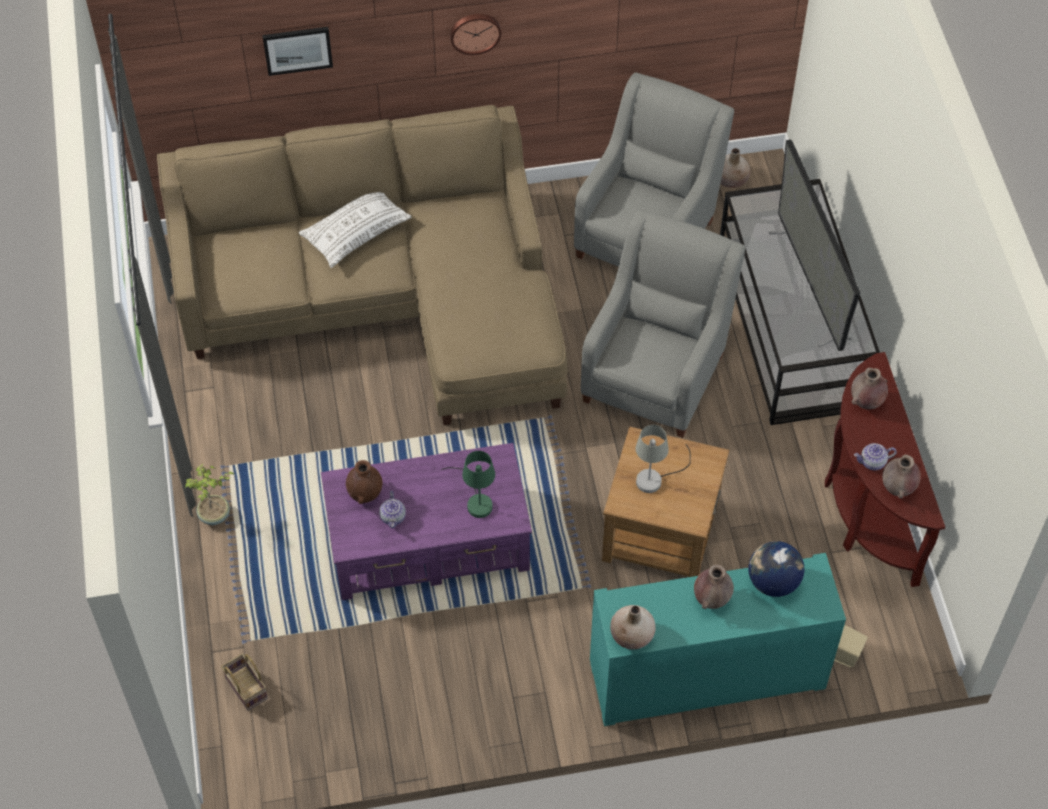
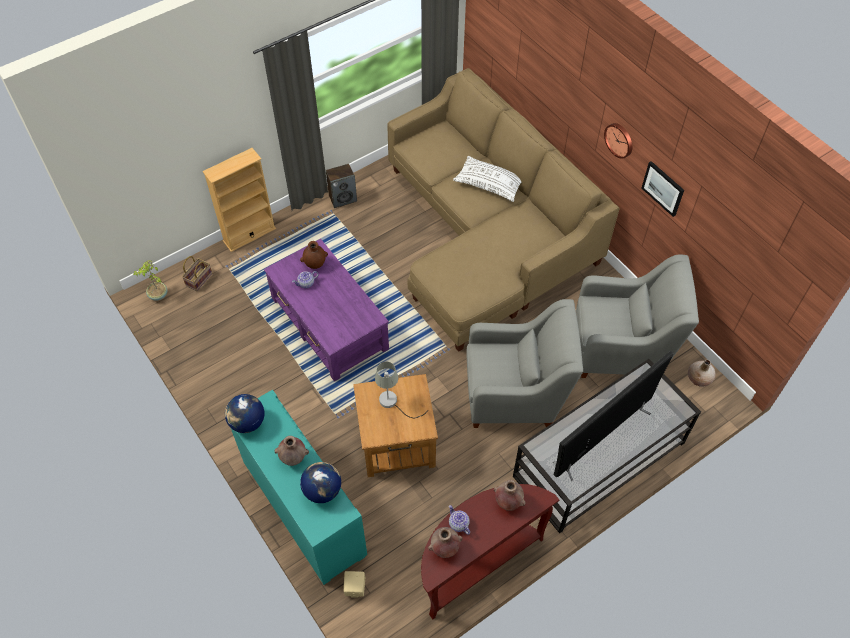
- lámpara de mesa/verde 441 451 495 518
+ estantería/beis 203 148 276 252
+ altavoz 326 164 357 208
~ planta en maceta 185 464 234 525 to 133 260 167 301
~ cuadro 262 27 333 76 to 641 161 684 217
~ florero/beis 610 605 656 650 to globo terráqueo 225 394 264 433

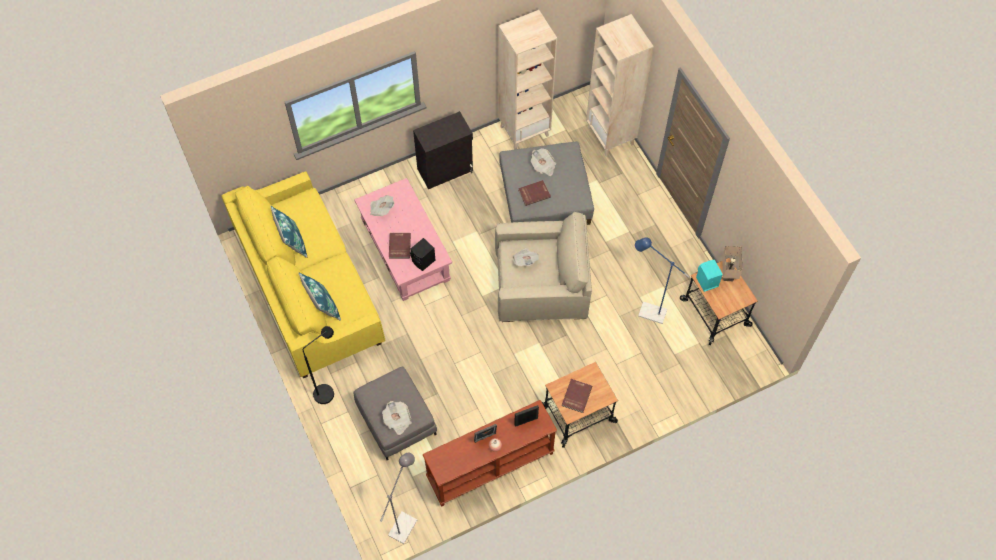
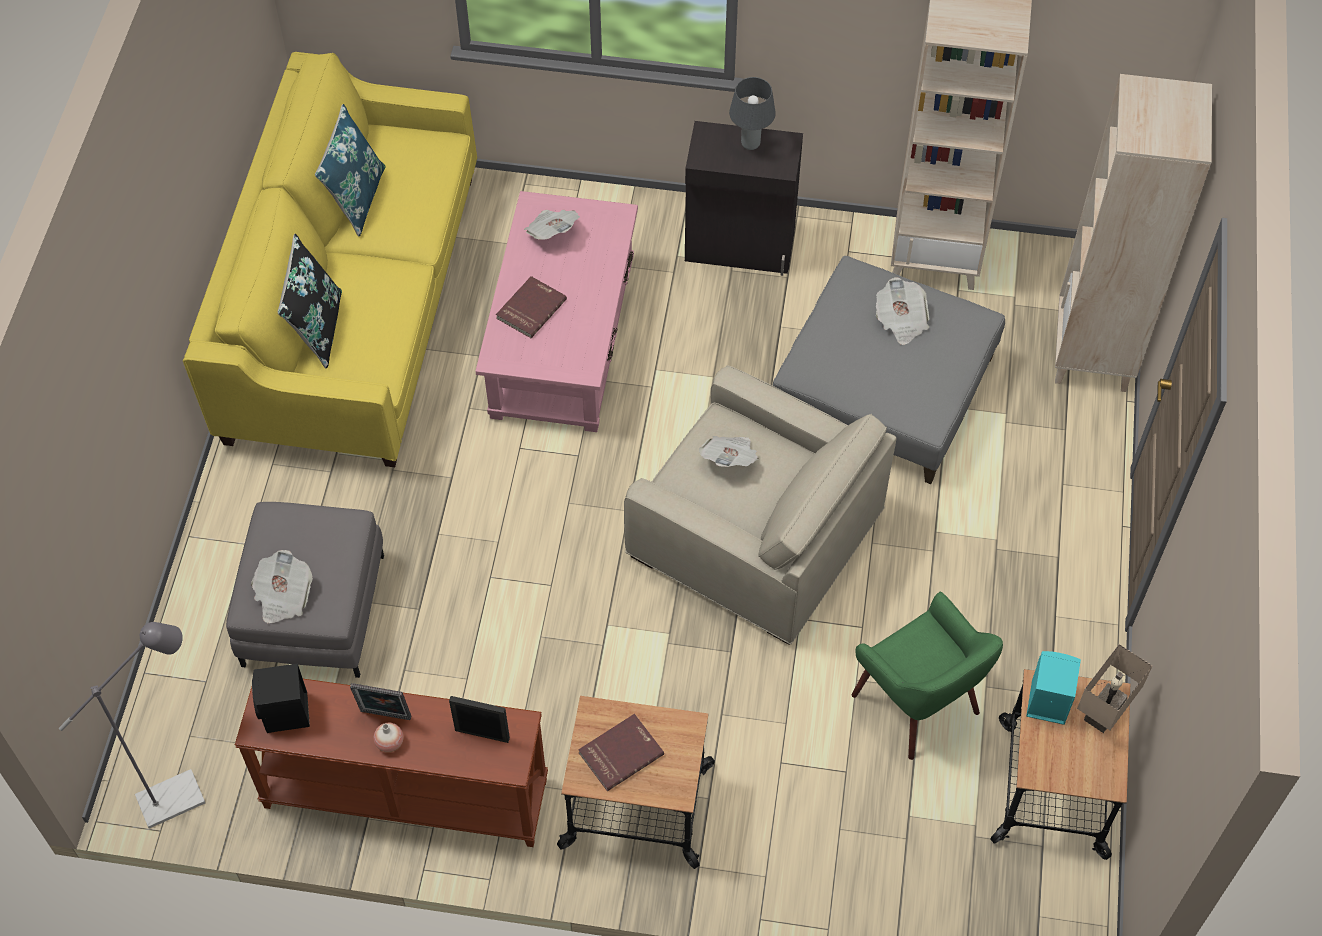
- lámpara de pie/negro 302 326 334 404
- libro/rojo 518 180 551 206
+ lámpara de mesa/gris 729 77 776 150
~ altavoz/negro 410 238 435 271 to 252 663 310 733
~ lámpara de pie/azul 635 238 690 324 to sillón/verde 851 592 1003 760
~ cojín/azul 299 273 341 321 to cojín/negro 278 234 342 368

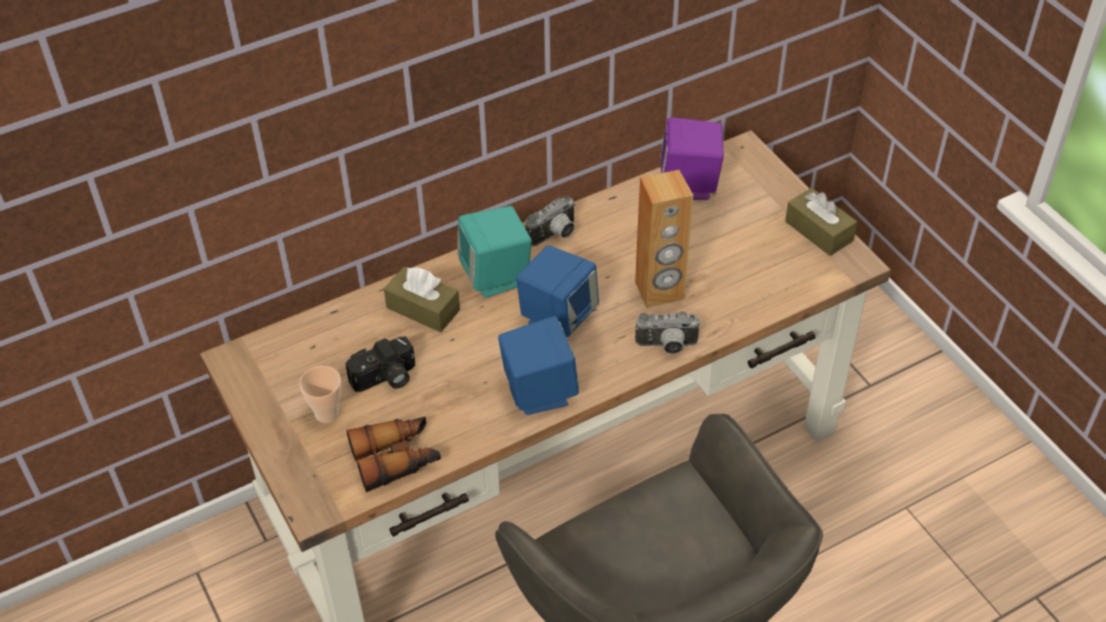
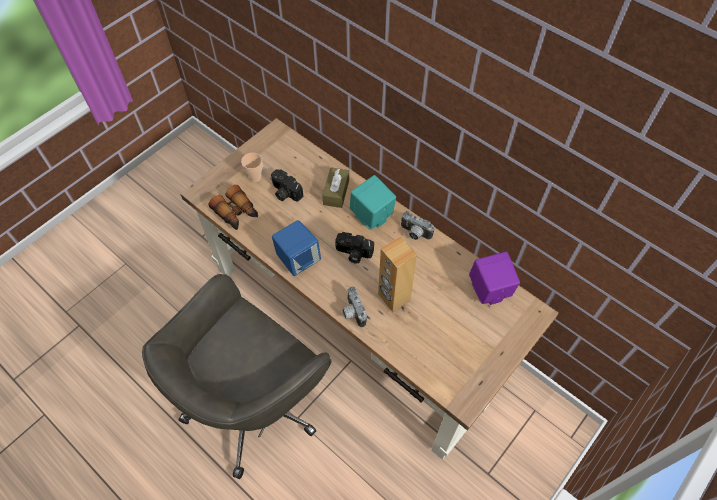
- caja de pañuelos/marrón 785 188 857 256
~ altavoz/azul 516 245 599 337 to cámara 335 232 374 264

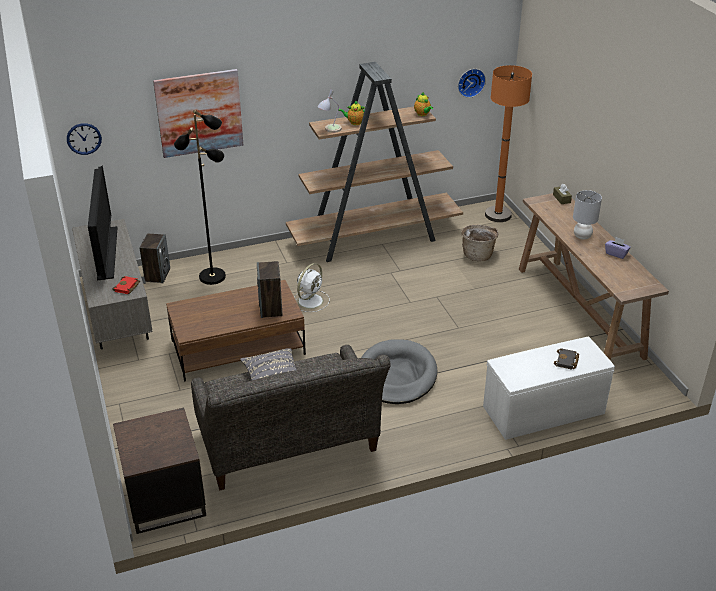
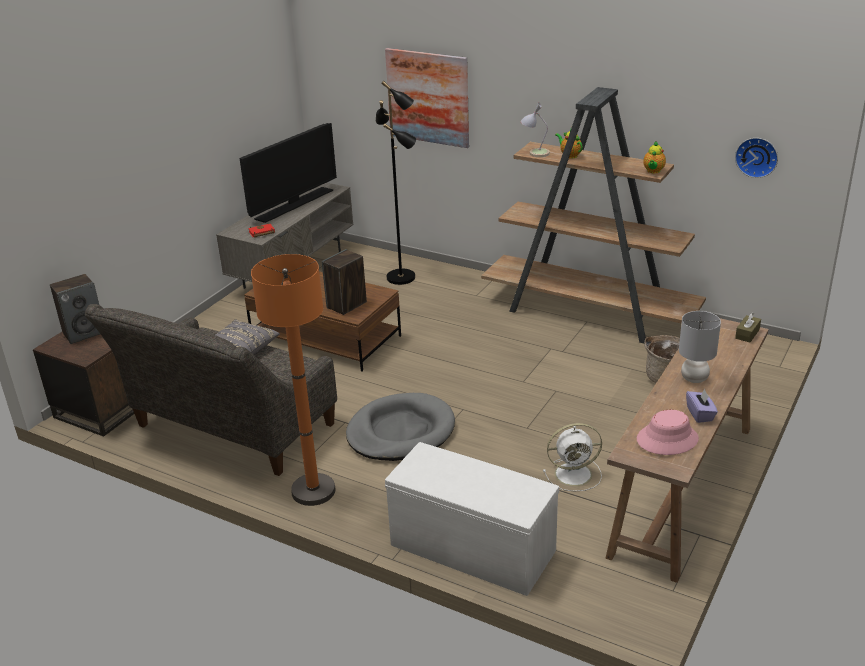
- reloj de pared 67 123 102 155
- libro/negro 554 348 579 370
+ sombrero/rosa 637 410 699 455
~ altavoz 139 234 170 283 to 50 274 100 344
~ ventilador/blanco 294 263 330 312 to 543 423 602 492
~ lámpara de pie/naranja 485 65 532 222 to 251 254 336 506

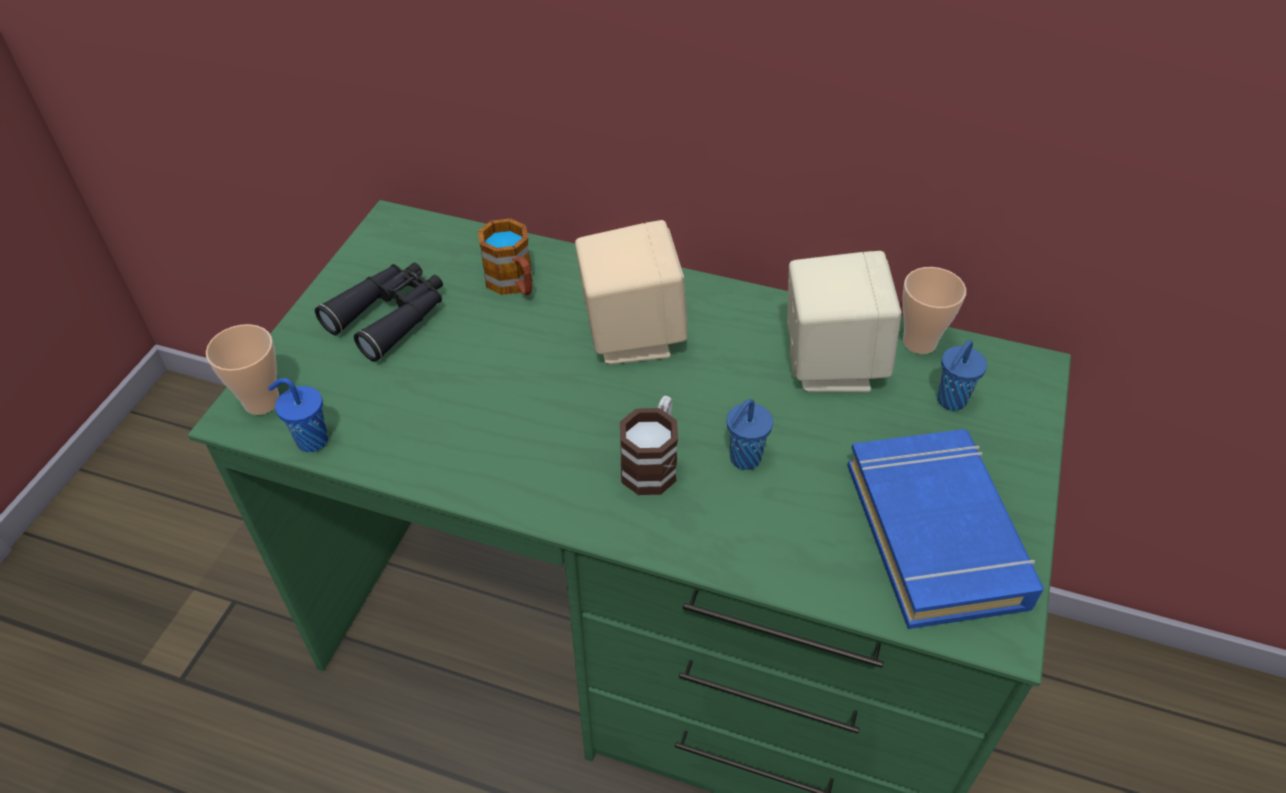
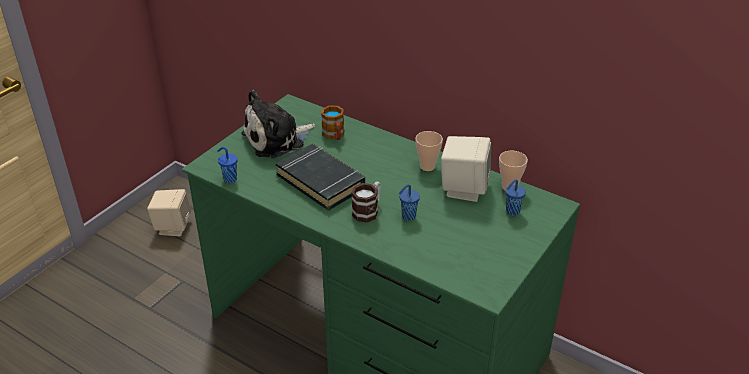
- libro/azul 847 429 1044 629
+ libro/negro 276 144 365 211
~ taza 206 324 279 415 to 415 131 443 171
~ altavoz/beis 575 220 688 364 to 147 189 192 237
~ prismáticos/negro 315 262 443 362 to peluche 241 90 315 158

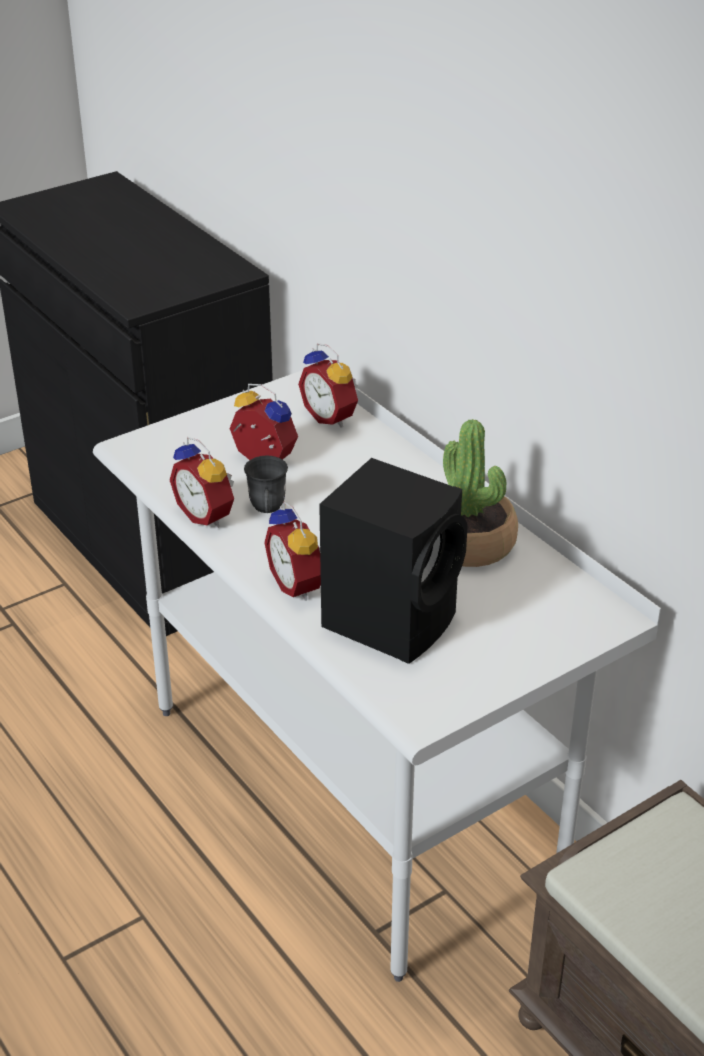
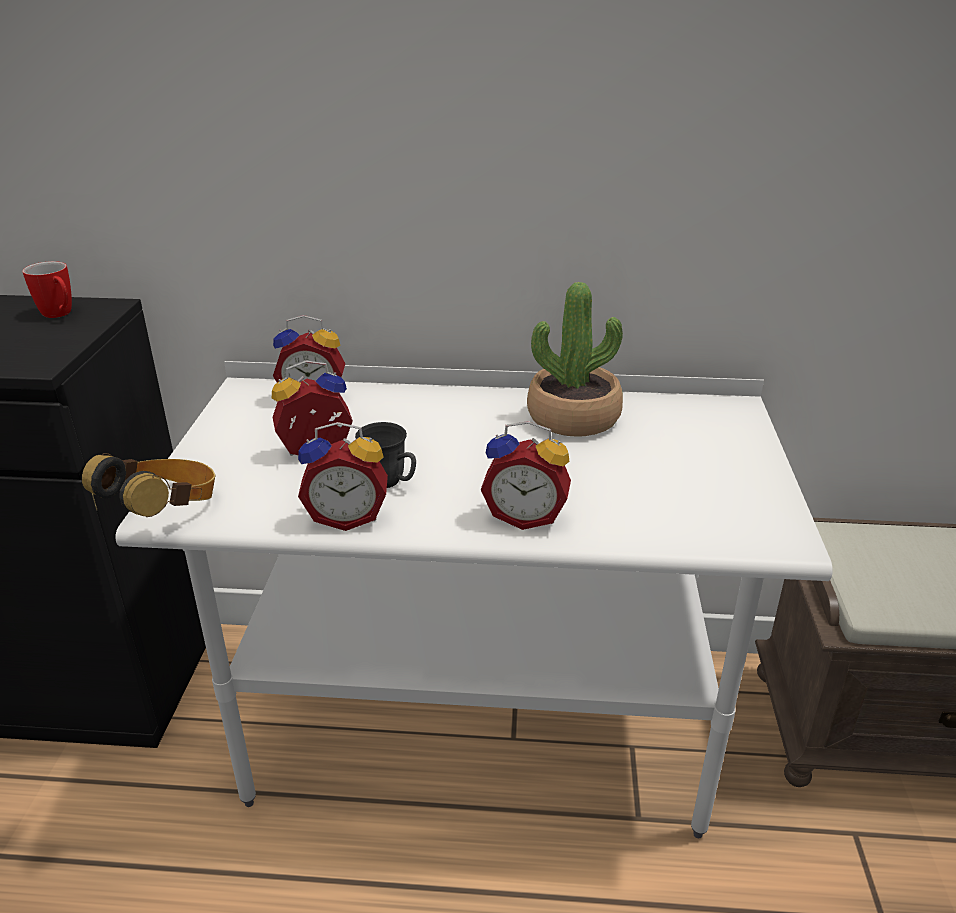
- altavoz/negro 319 458 468 664
+ taza grande 22 261 72 318
+ auriculares 82 453 215 517

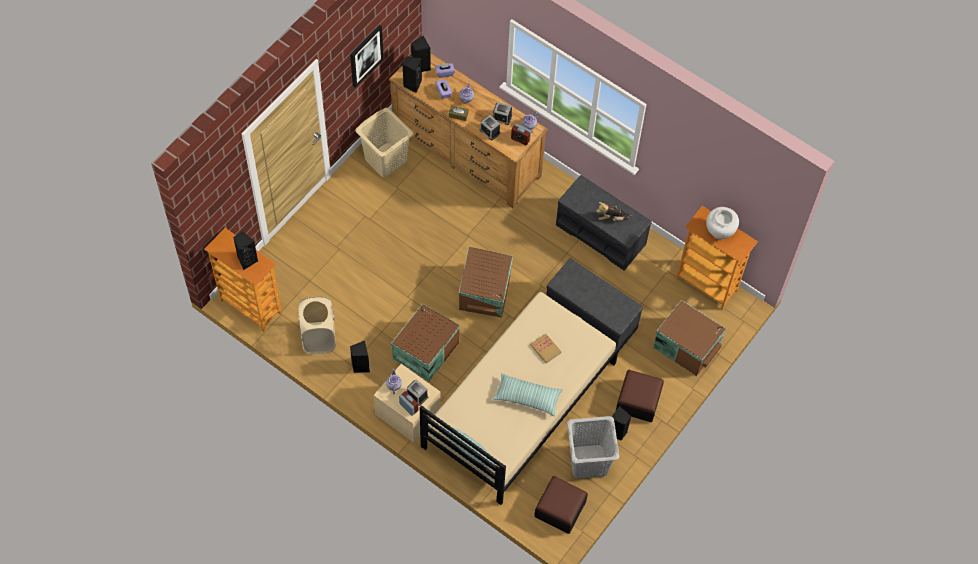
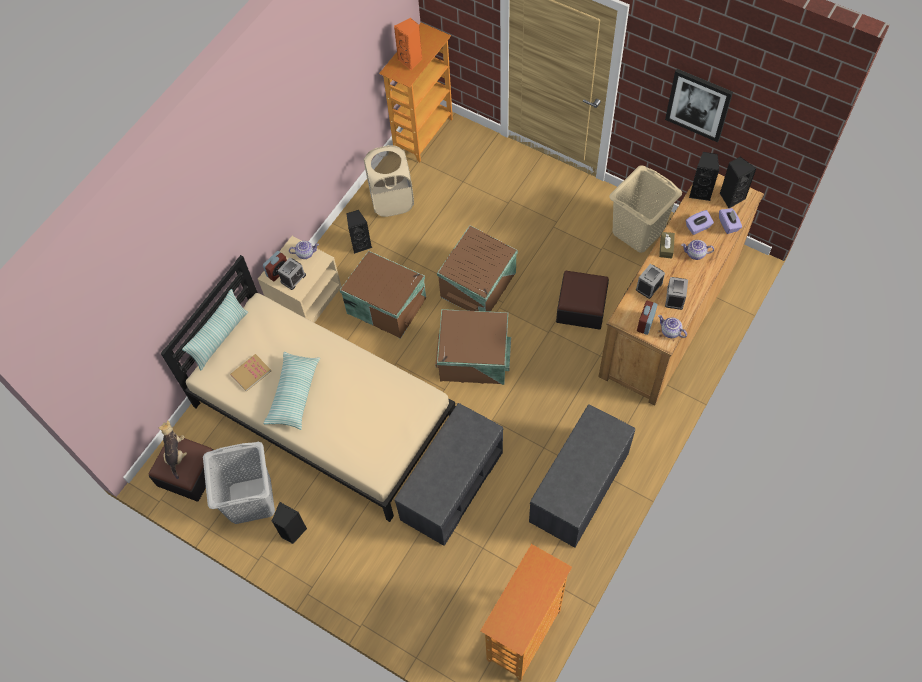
- florero/blanco 706 207 739 239
~ libro 530 333 562 364 to 230 354 271 392
~ peluche 596 202 633 221 to 158 420 187 479
~ puf 616 370 664 422 to 556 271 609 330
~ caja de almacenaje/marrón 653 300 726 376 to 437 225 518 312
~ altavoz/negro 233 232 258 270 to altavoz/naranja 394 18 422 70

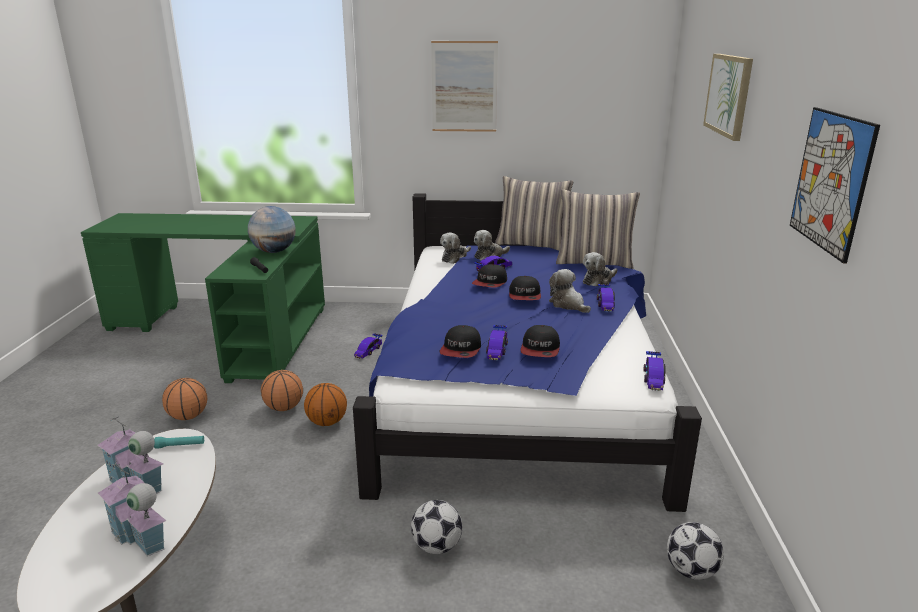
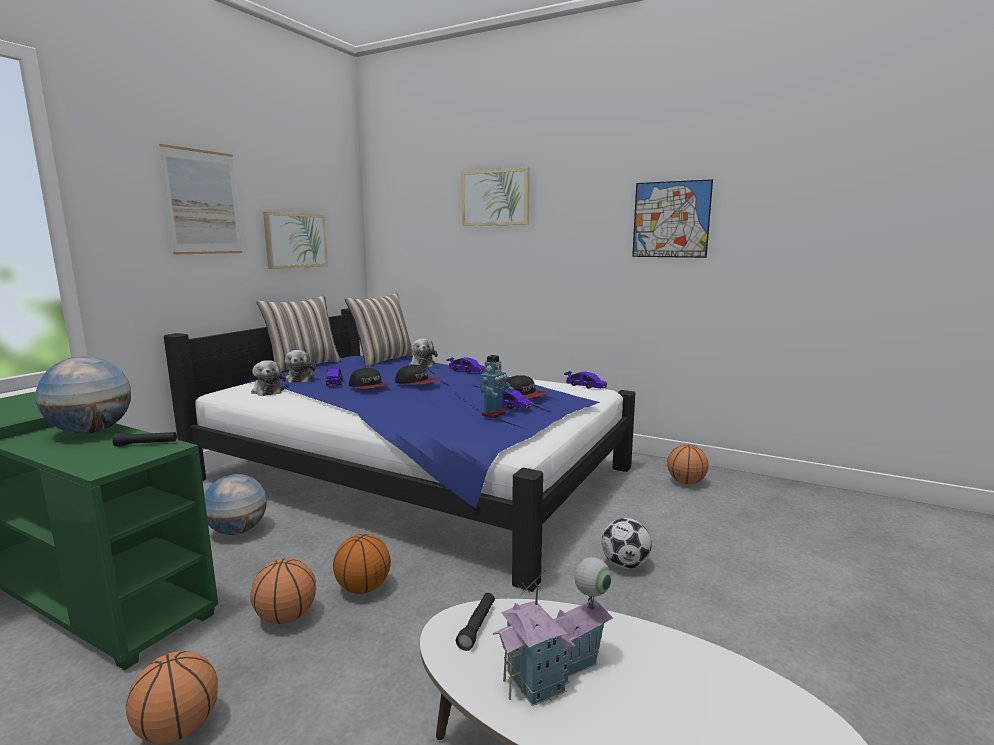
- casita 98 464 167 556
- peluche 549 269 591 313
+ cuadro 263 212 328 269
~ coche de juguete 354 333 383 359 to globo terráqueo 204 474 267 535
~ gorra 439 325 481 358 to robot de juguete 480 355 514 418
~ balón de fútbol 667 522 724 580 to balón de baloncesto 667 444 709 484
~ linterna/turquesa 154 436 204 449 to linterna/negro 456 593 495 651

